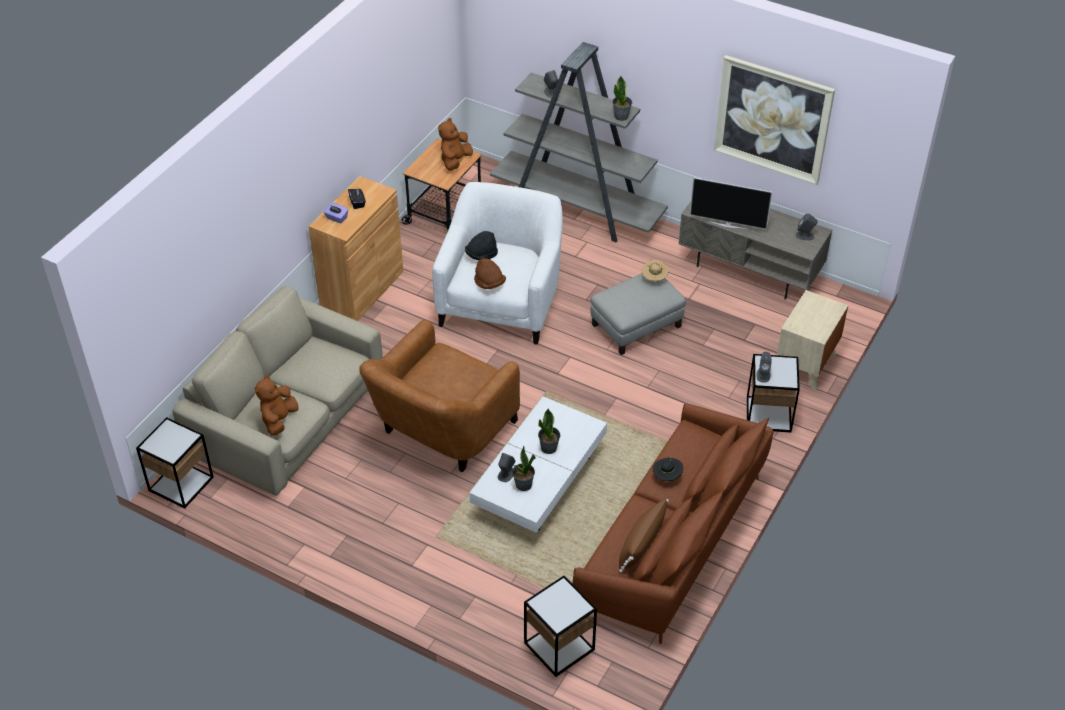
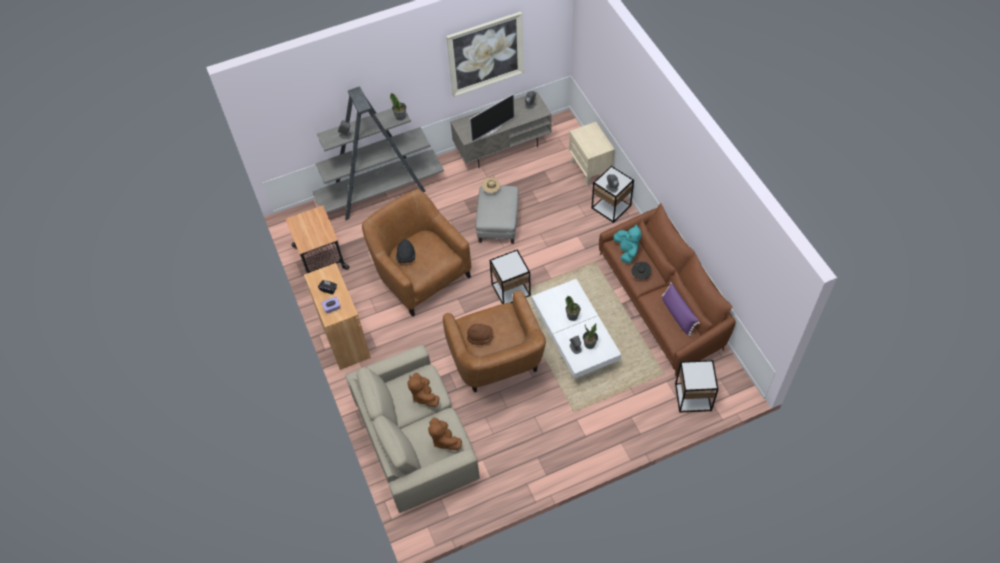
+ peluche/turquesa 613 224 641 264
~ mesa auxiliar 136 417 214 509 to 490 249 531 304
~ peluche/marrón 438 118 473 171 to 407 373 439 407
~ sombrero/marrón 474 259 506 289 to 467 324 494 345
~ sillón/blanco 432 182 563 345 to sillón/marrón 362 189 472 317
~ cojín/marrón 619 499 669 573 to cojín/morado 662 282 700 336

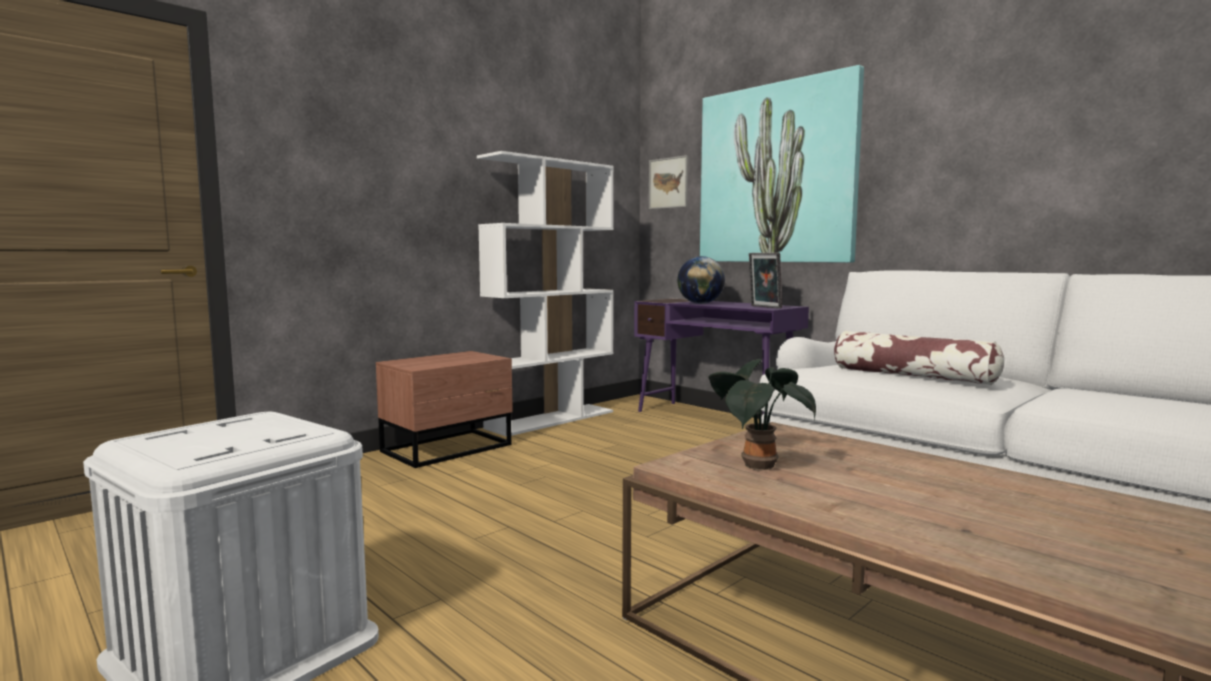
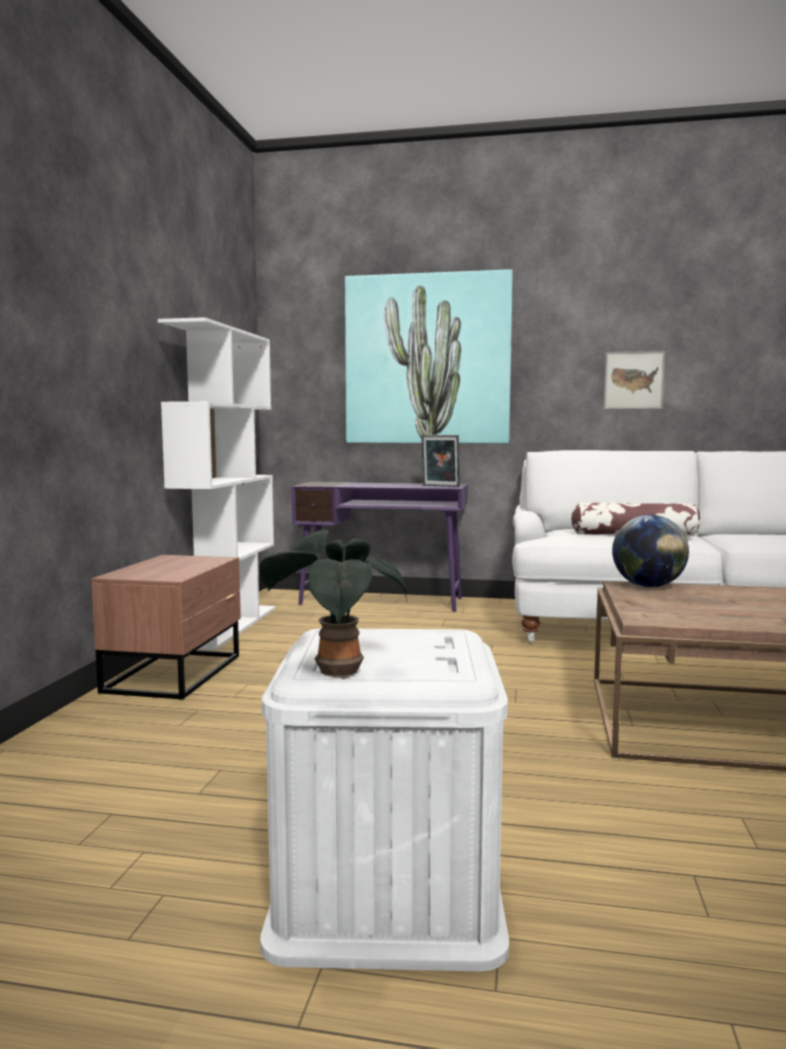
~ cuadro 649 155 688 209 to 604 351 665 409
~ globo terráqueo 677 256 725 304 to 612 515 689 588
~ planta en maceta 708 359 816 472 to 259 530 407 679

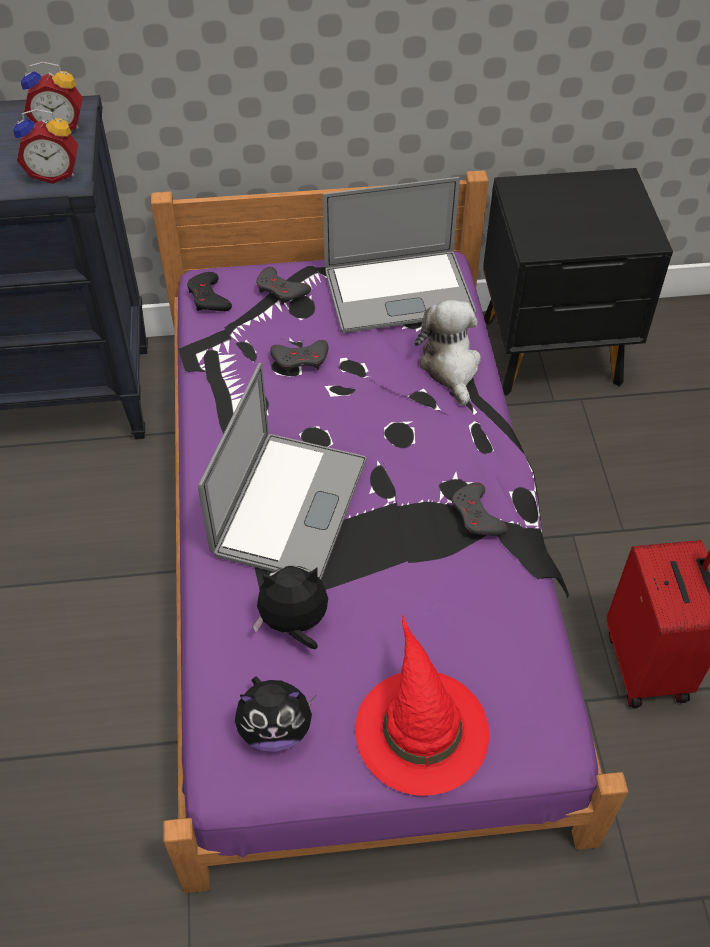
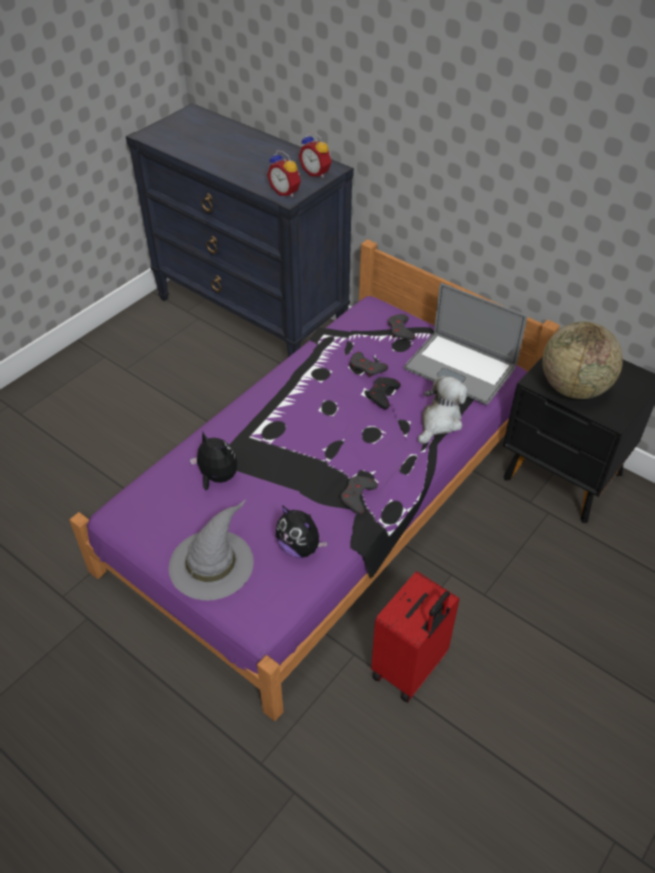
- portátil 198 363 366 579
+ globo terráqueo 542 321 623 399
~ mando de consola/negro 187 272 232 311 to 368 377 401 409
~ peluche 235 676 317 752 to 276 505 328 558
~ sombrero/rojo 355 615 490 796 to sombrero/gris 169 499 254 600

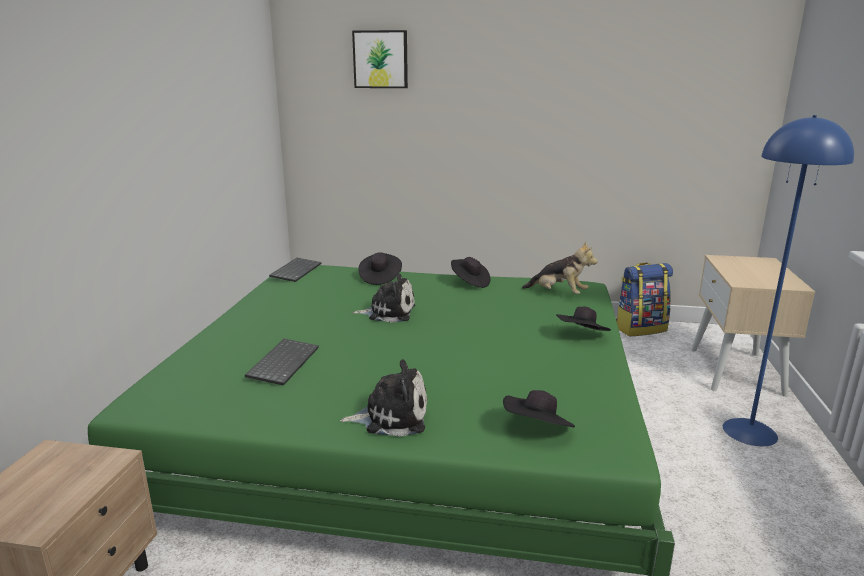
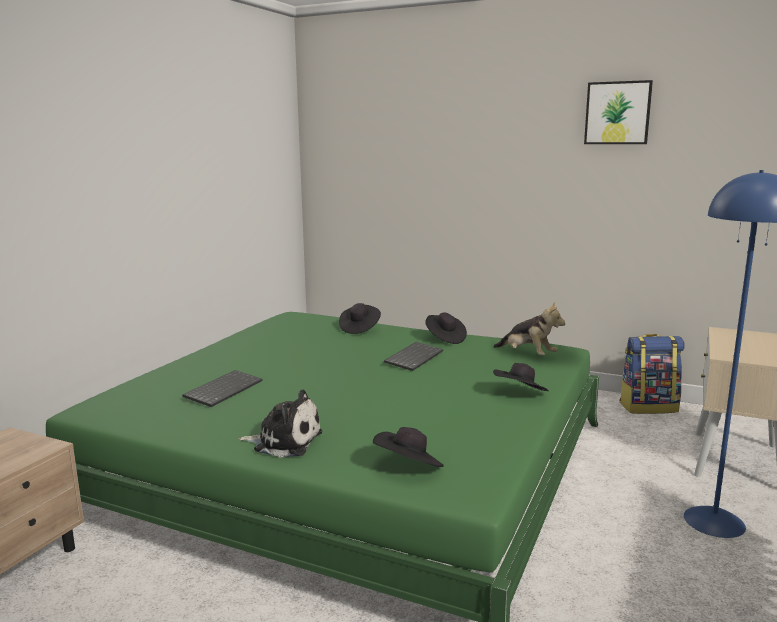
- peluche 353 274 415 323
~ teclado 269 258 322 282 to 384 342 443 371
~ cuadro 352 30 408 88 to 584 80 653 144

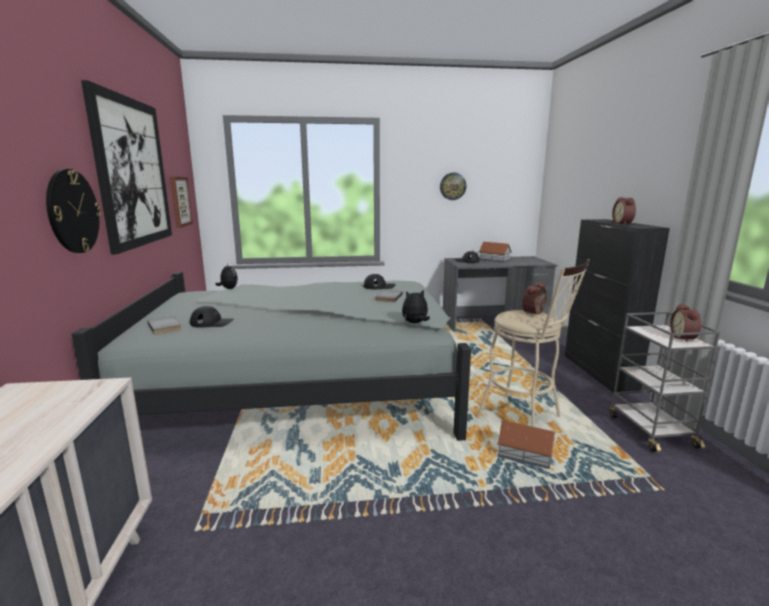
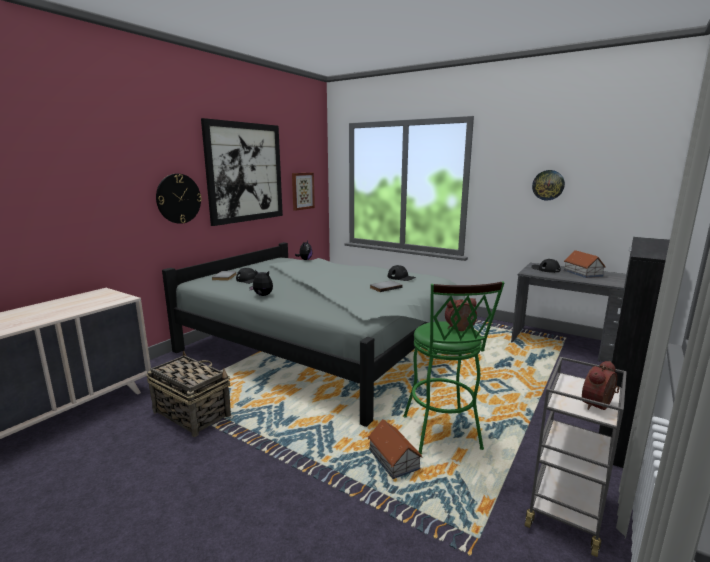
- despertador 612 197 636 225
+ cesta 147 351 231 437
~ peluche 402 289 430 323 to 249 270 273 296
~ taburete/beis 476 259 590 427 to taburete/verde 403 281 505 455

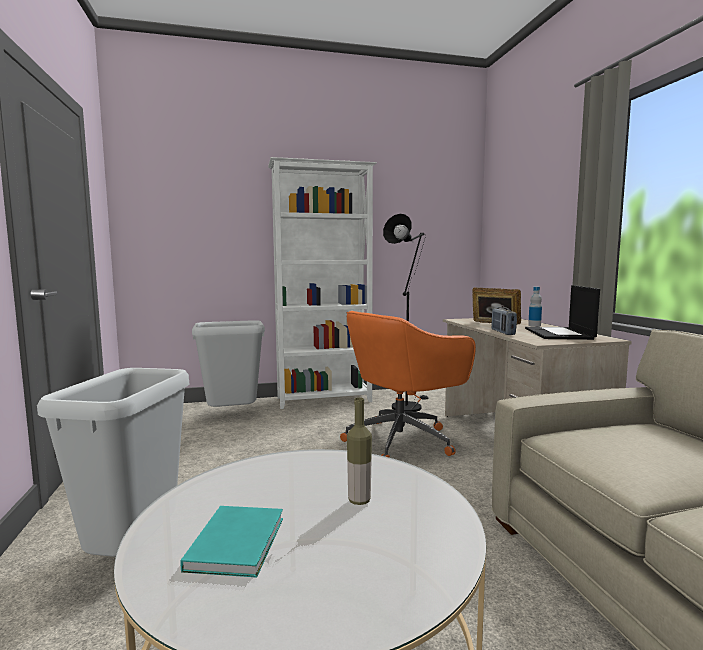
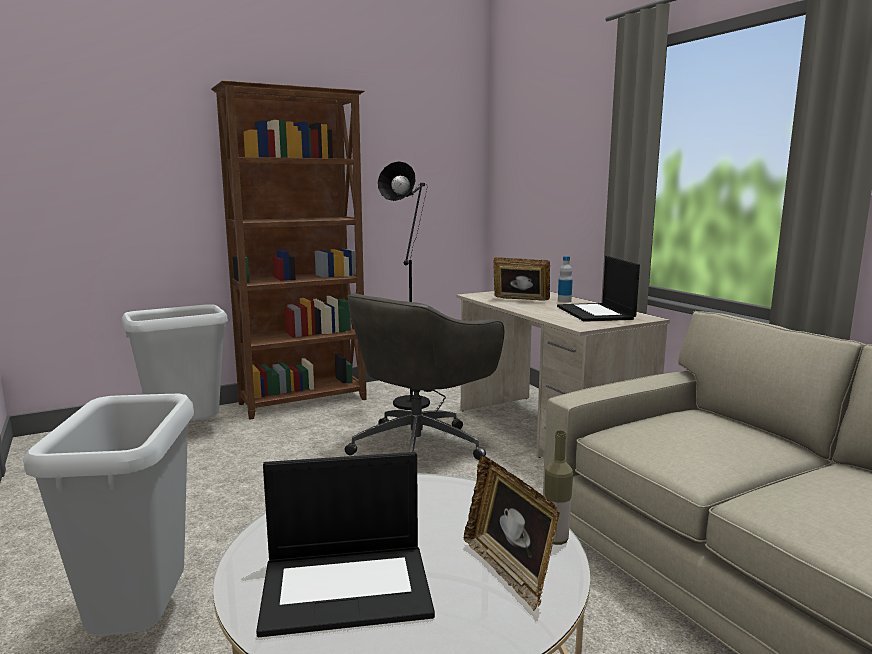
- radio 492 307 517 335
+ portarretratos 464 456 560 611
~ botella 347 397 372 505 to 545 430 573 545
~ libro/turquesa 180 506 283 577 to portátil 256 452 435 638
~ estantería/blanco 268 157 377 409 to estantería/marrón 211 80 367 420
~ silla de oficina/naranja 340 311 476 458 to silla de oficina/gris 345 293 504 460

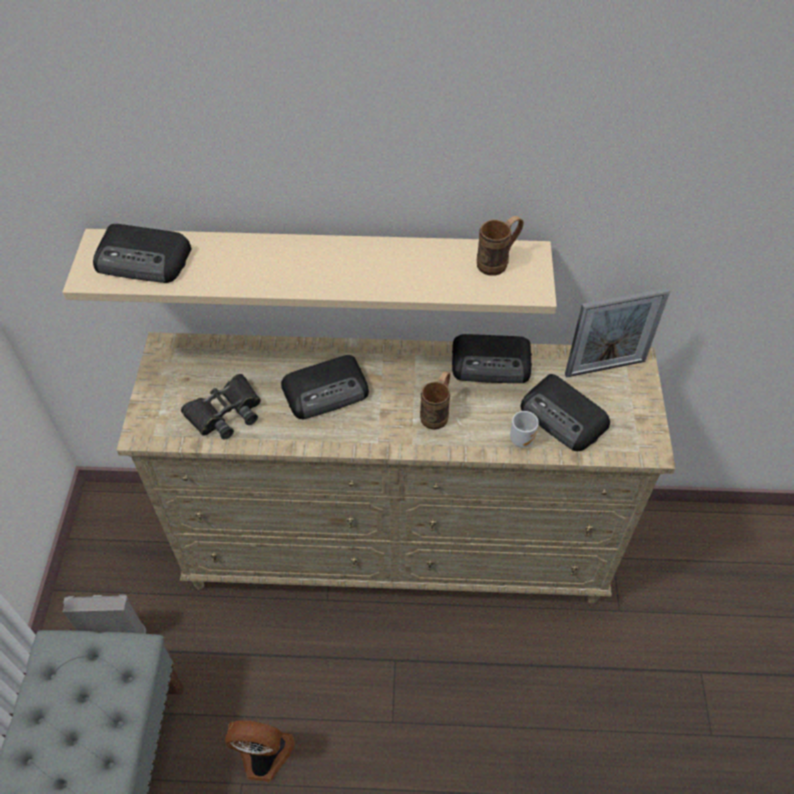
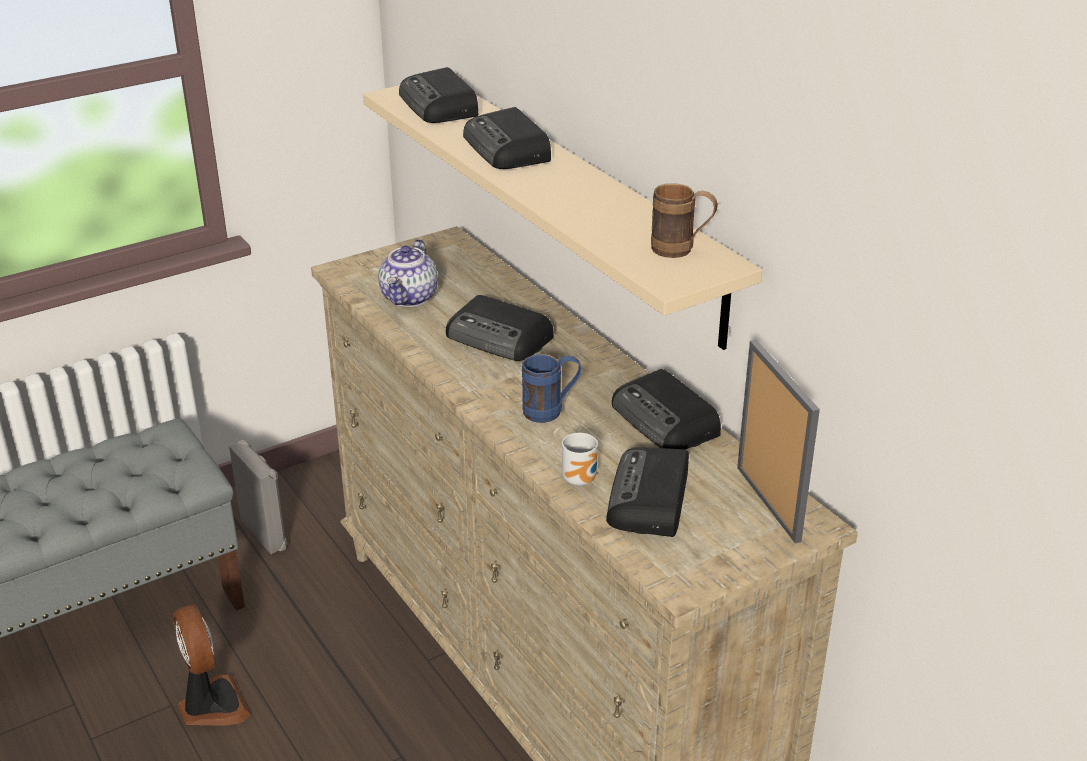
+ radio 463 107 551 169
~ prismáticos/negro 181 374 261 440 to tetera 378 239 438 307
~ taza grande/marrón 420 371 450 430 to taza grande/azul 522 354 582 423
~ portarretratos 565 288 670 378 = 737 340 820 543 150 degrees counterclockwise

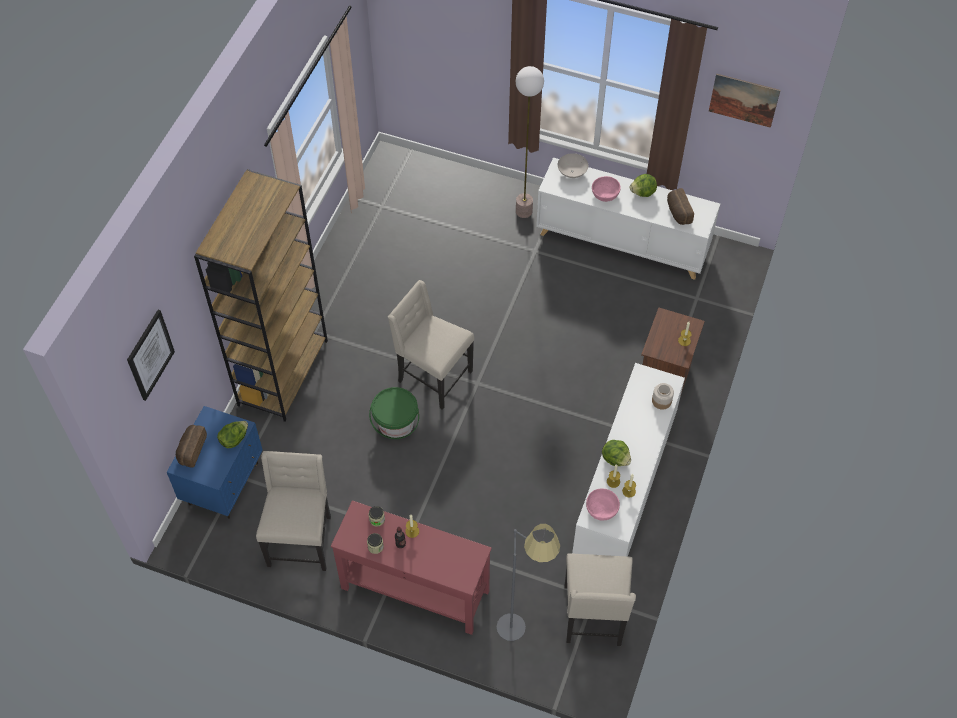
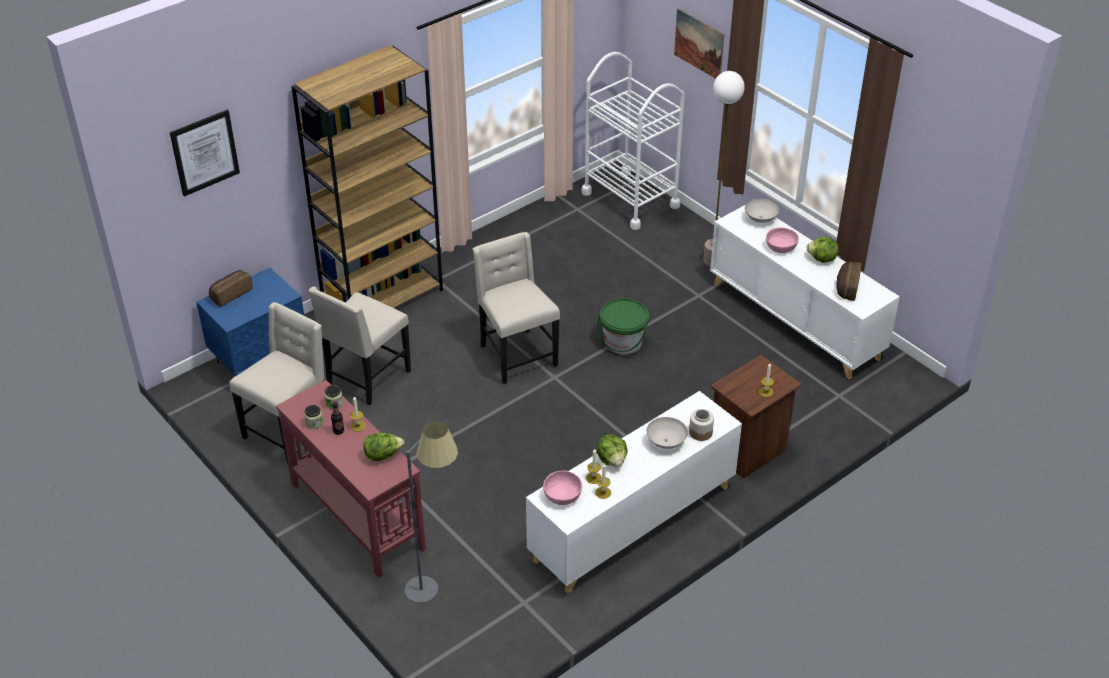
+ carrito/blanco 581 52 685 230
+ cuenco/blanco 646 417 688 449
~ lechuga 217 421 248 448 to 363 432 404 461
~ cubo/verde 369 387 419 439 to 597 298 649 354
~ silla/beis 564 553 636 646 to 308 286 411 406
~ cuadro 709 74 781 128 to 674 8 724 79

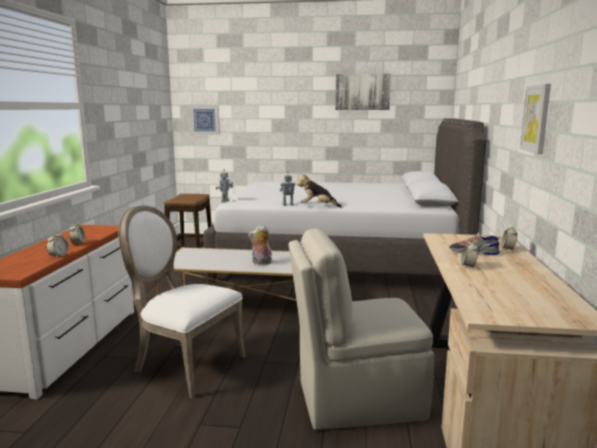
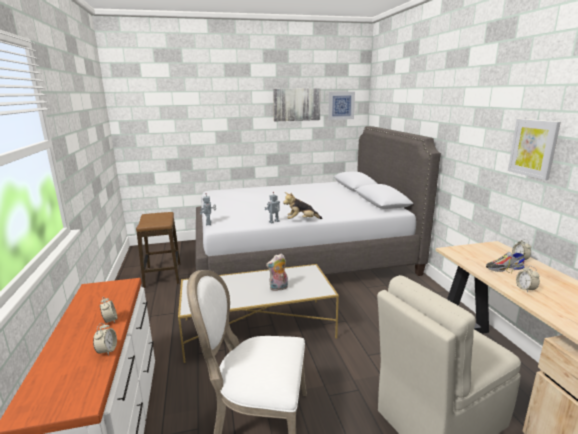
~ cuadro 189 105 220 135 to 328 92 355 120

